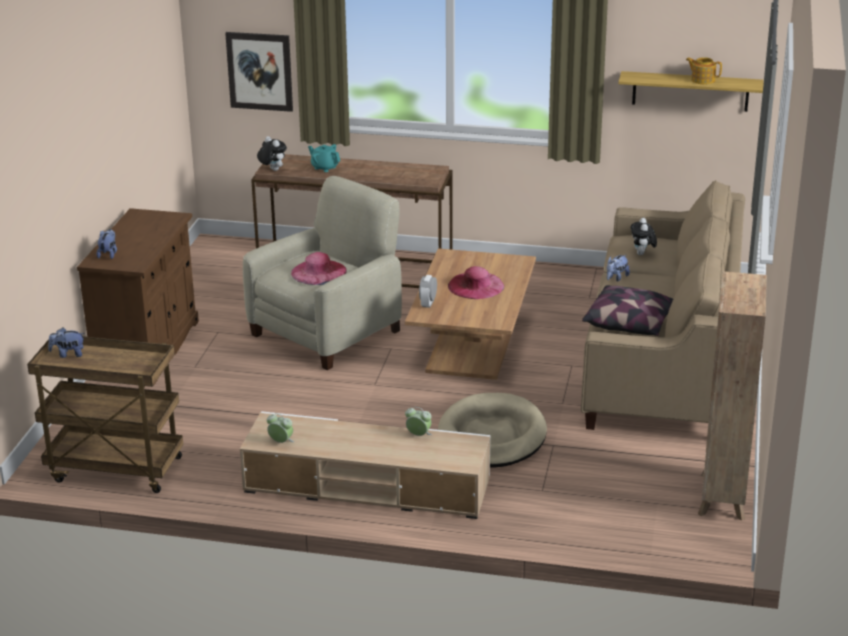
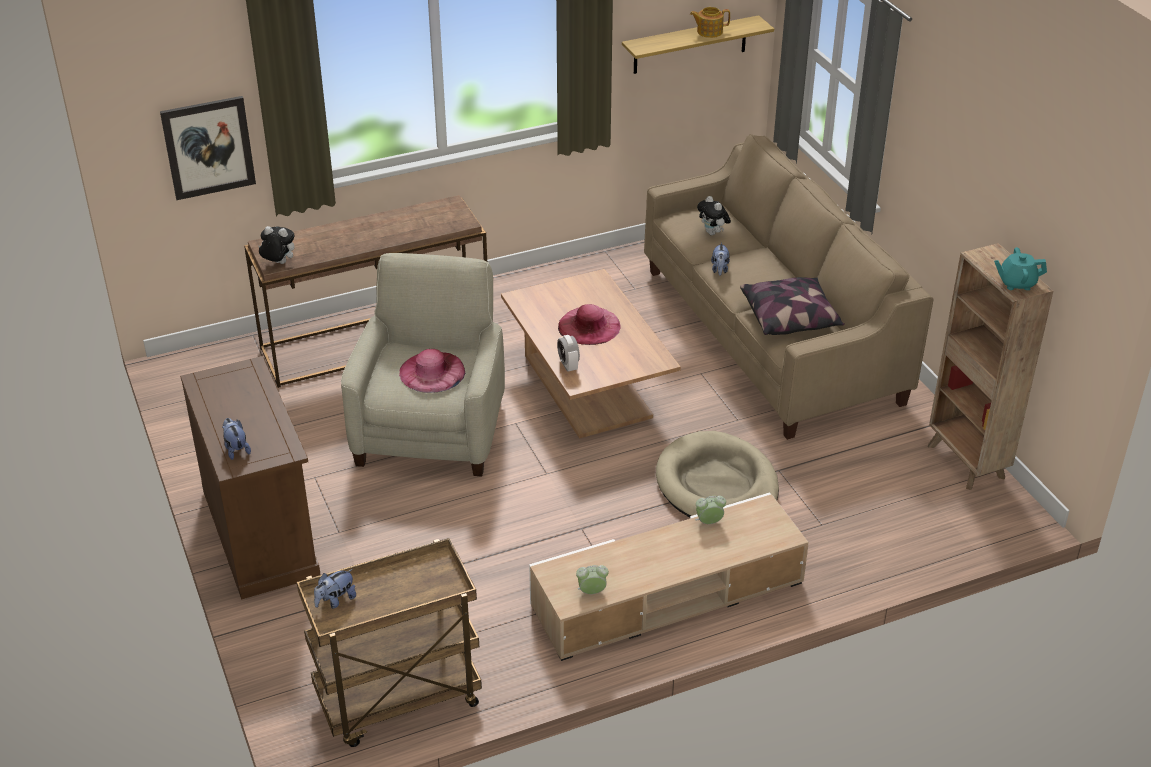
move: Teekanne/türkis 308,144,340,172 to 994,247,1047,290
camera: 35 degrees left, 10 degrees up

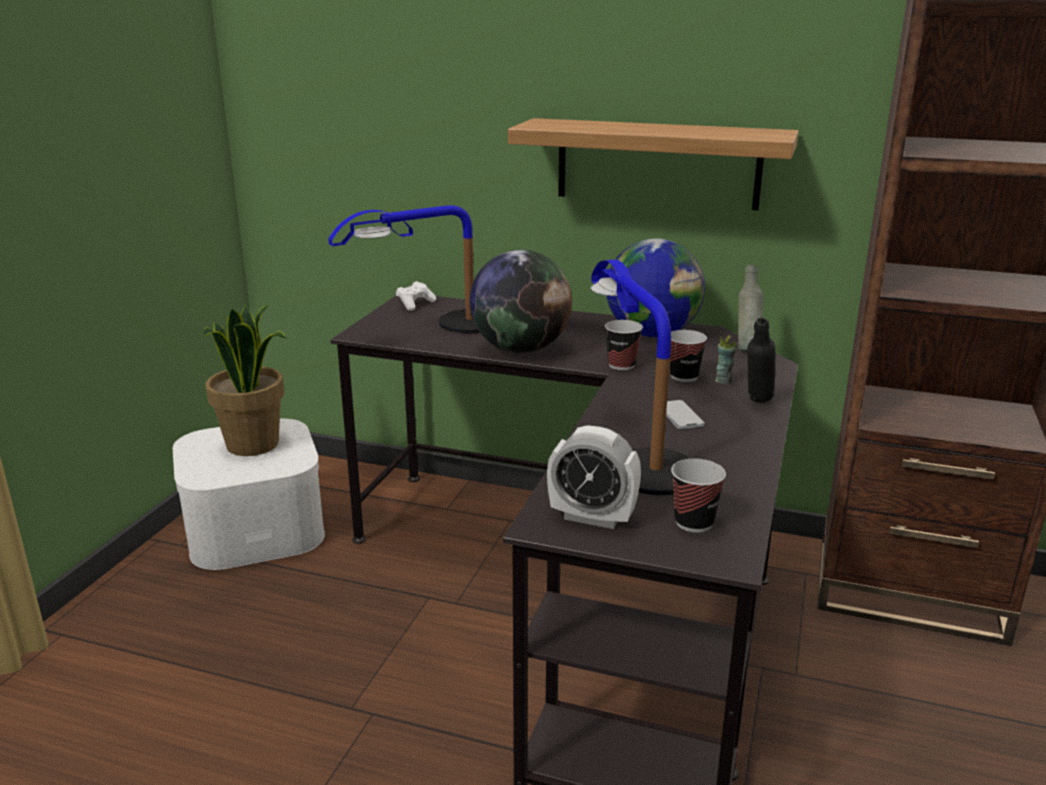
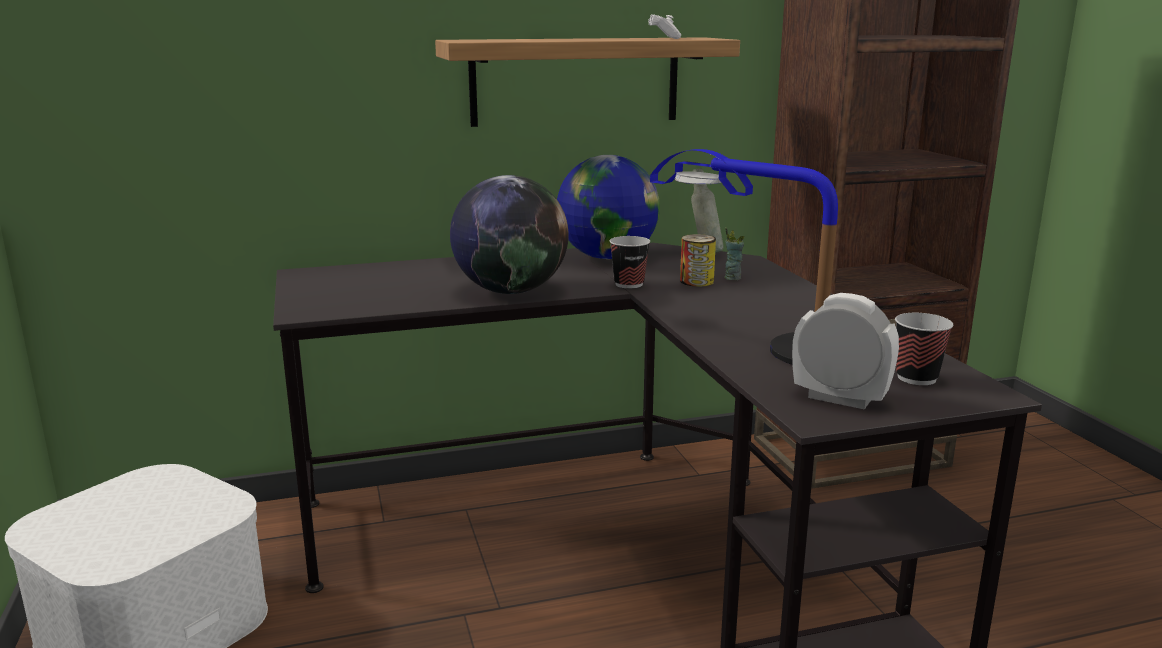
delete: Topfpflanze 201,305,287,456; Tischlampe 328,205,480,333; Handy 666,400,705,429; Flasche/schwarz 747,318,776,403
move: Gamepad/weiß 396,281,436,311 to 648,14,681,39
replace: Tasse 670,330,707,382 to Dose 680,234,716,287
rotate: Wecker 547,425,641,529 = 792,293,899,410 135 degrees counterclockwise
camera: 35 degrees left, 5 degrees down

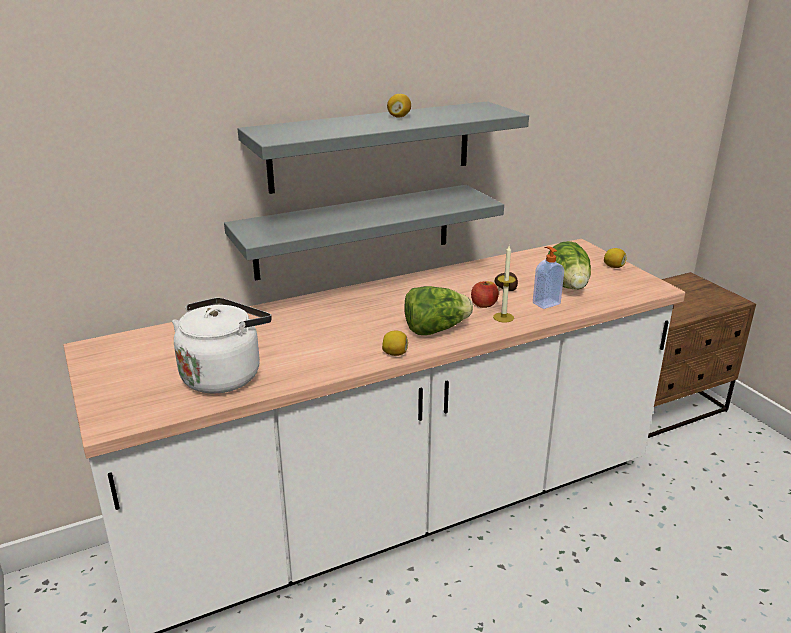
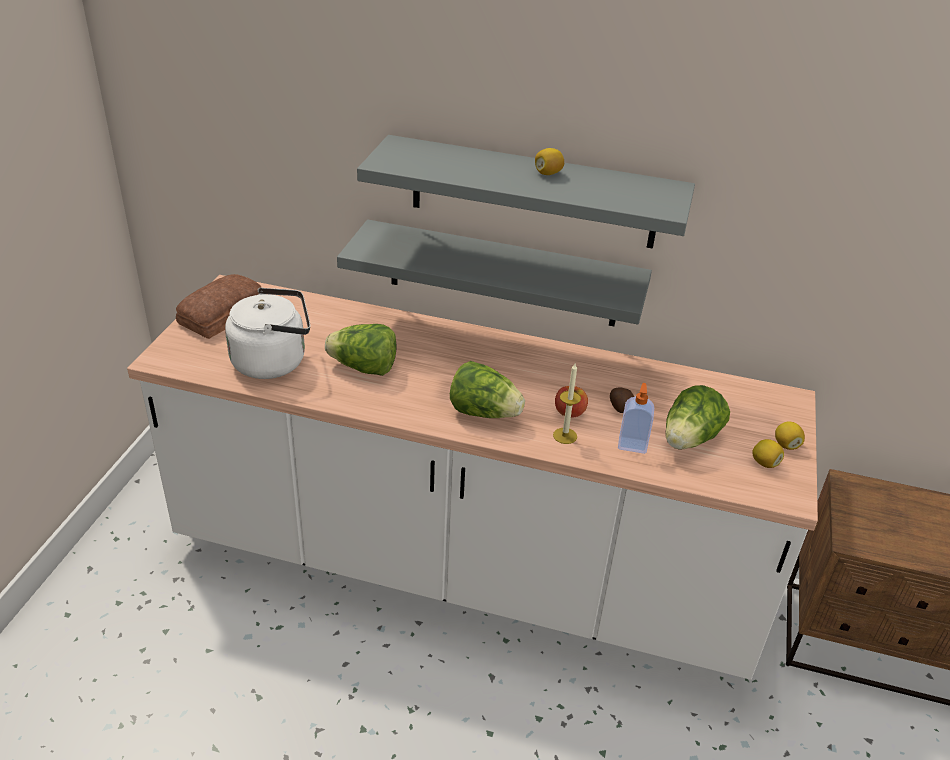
insert: Brot 176,274,261,339; Salatkopf 325,324,397,376
move: Zitrone 382,331,408,356 to 752,439,784,468
camera: 40 degrees right, 10 degrees up

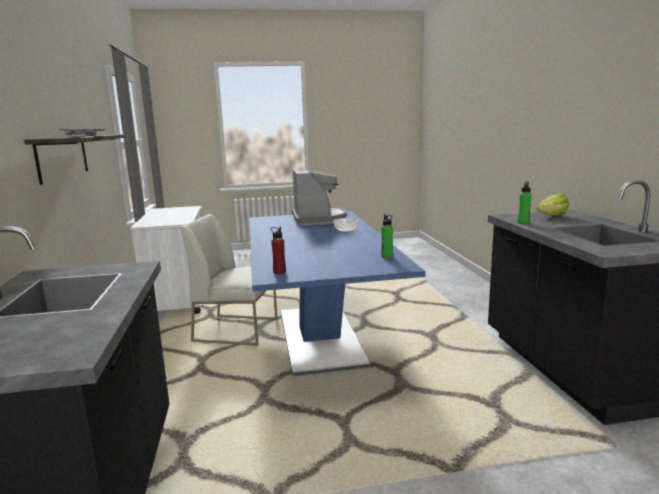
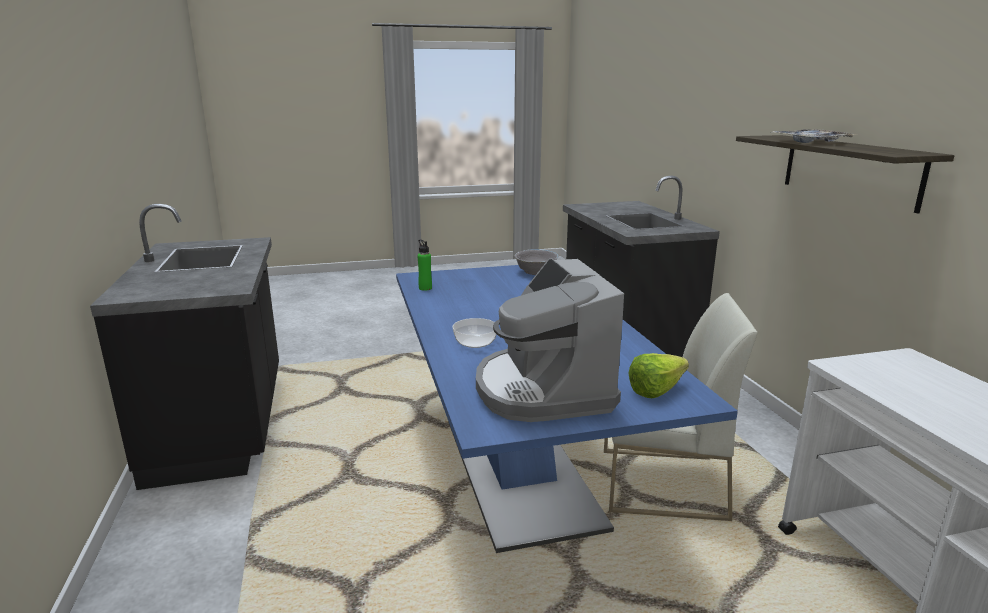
delete: Flasche/grün 518,181,532,224
move: Salatkopf 536,193,569,216 to 628,353,689,398
replace: Flasche/rot 271,226,286,274 to Schüssel/grau 514,249,559,275
camera: 175 degrees right, 5 degrees up

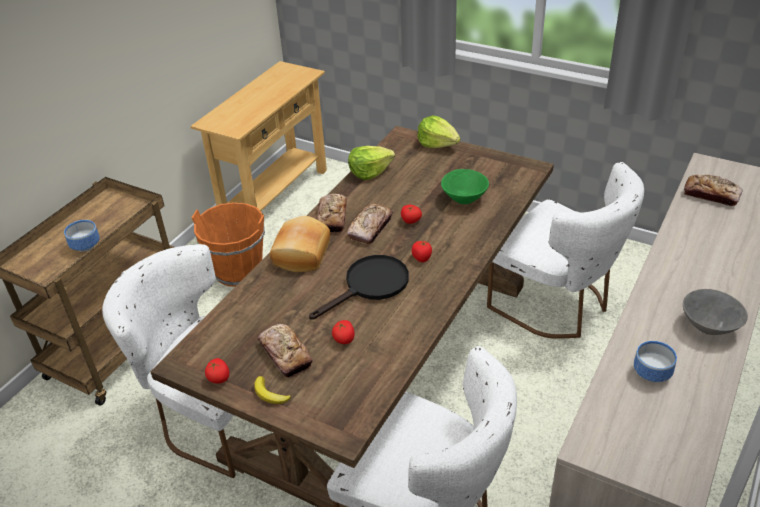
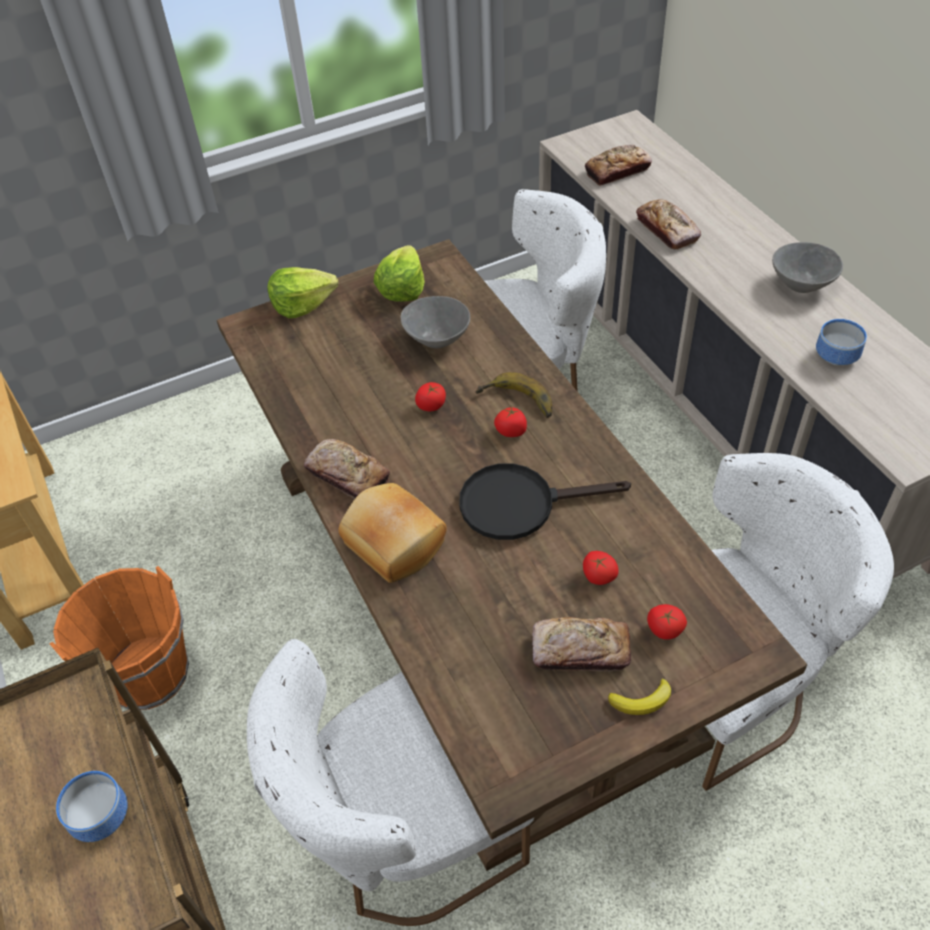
insert: Banane 475,372,552,418
move: Tomate 205,358,229,383 to 647,604,687,640; Brot 347,203,393,244 to 636,200,701,250; Salatkopf 348,146,395,180 to 374,245,425,302
recolor: Schüssel/grün 441,169,489,204 to Schüssel/grau 401,296,470,348
rotate: Pfanne/schwarz 309,255,409,320 = 459,463,631,540 90 degrees counterclockwise
camera: 55 degrees left, 10 degrees up

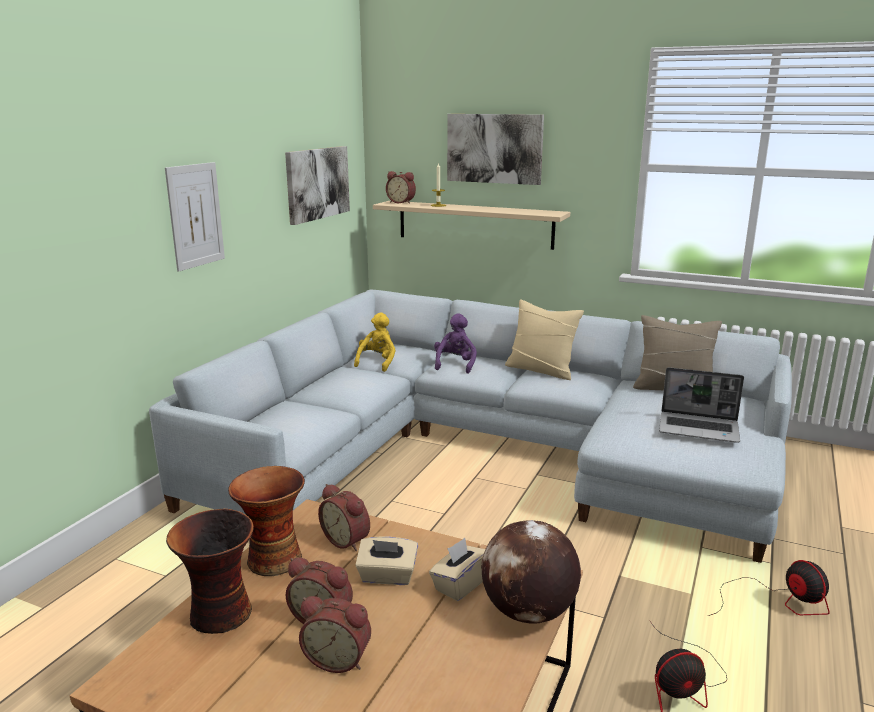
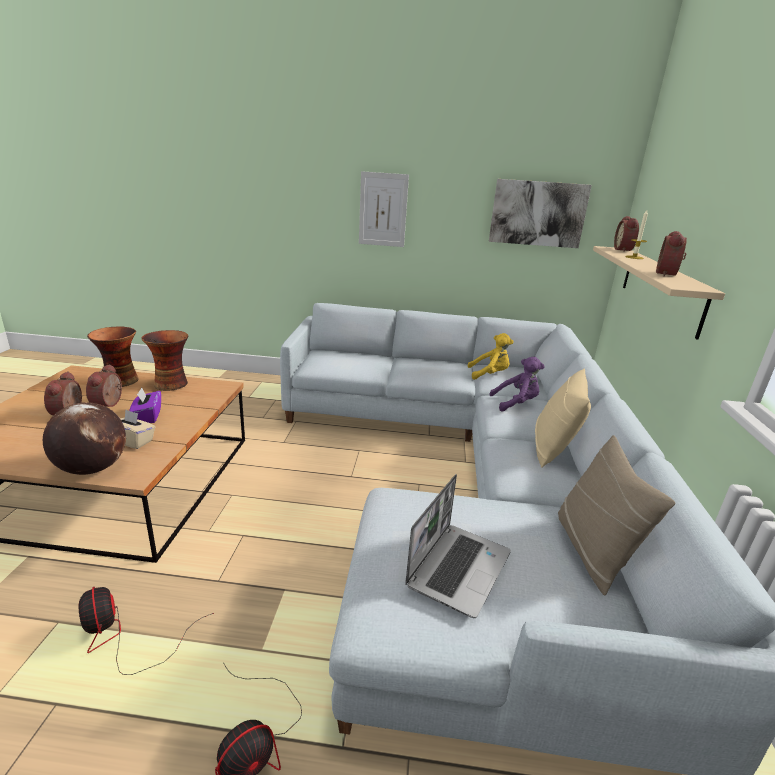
delete: Bild 447,114,544,185
move: Wecker 318,484,370,551 to 656,231,687,276
recolor: Taschentuchbox/beige 355,537,418,585 to Taschentuchbox/lila 129,388,161,423
rotate: Laptop 659,367,744,443 = 405,474,511,618 150 degrees counterclockwise
camera: 70 degrees right, 5 degrees up

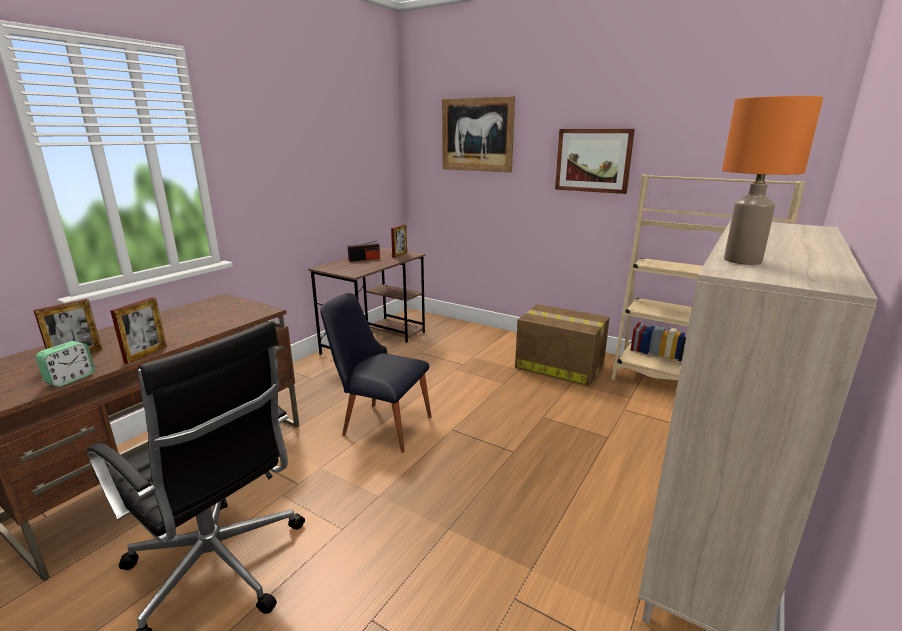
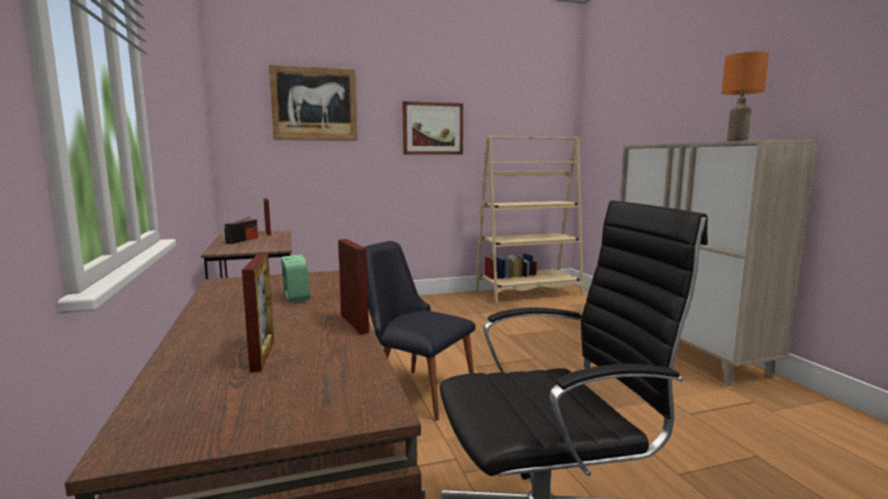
delete: Karton 515,304,610,386
move: Wecker 36,341,95,387 to 281,255,310,302
rotate: Stuhl/schwarz 320,293,432,453 = 364,241,476,421 60 degrees clockwise
camera: 50 degrees left, 10 degrees down

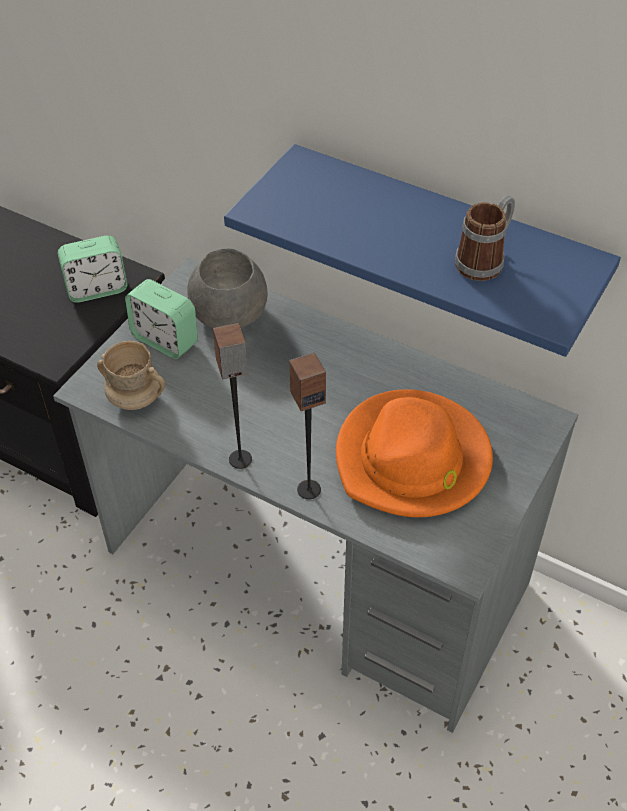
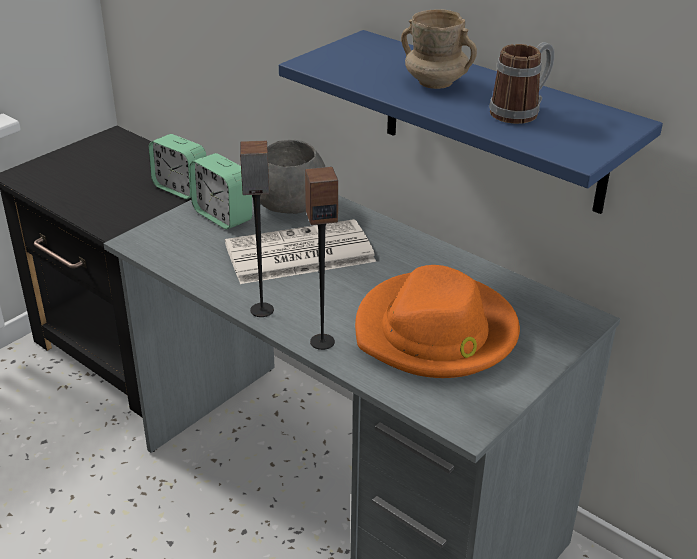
insert: Zeitung 225,219,376,284
move: Henkelbecher/beige 97,341,165,410 to 401,9,477,89
rotate: Wecker 58,235,127,303 = 149,134,206,199 45 degrees clockwise
camera: 10 degrees right, 15 degrees down

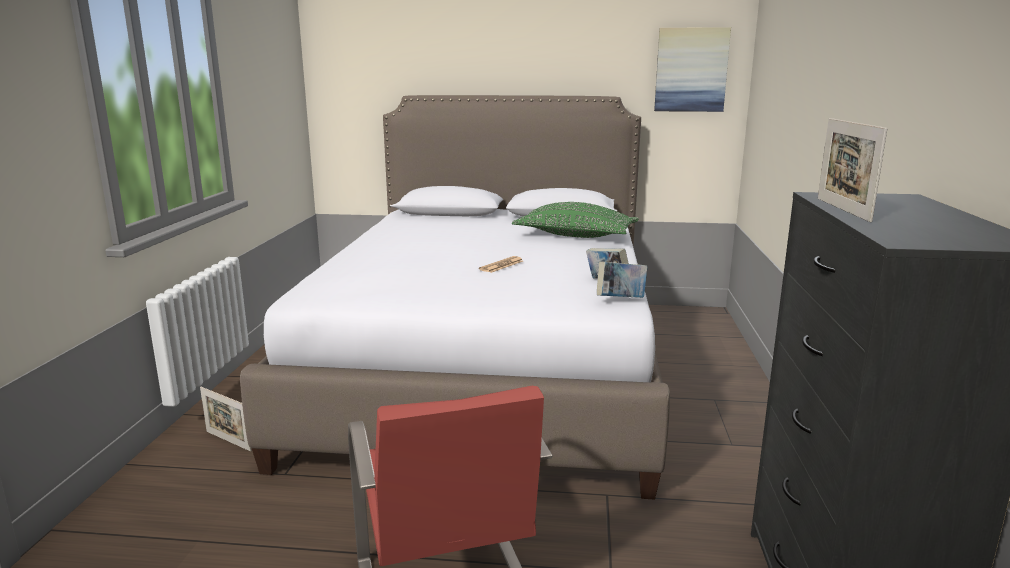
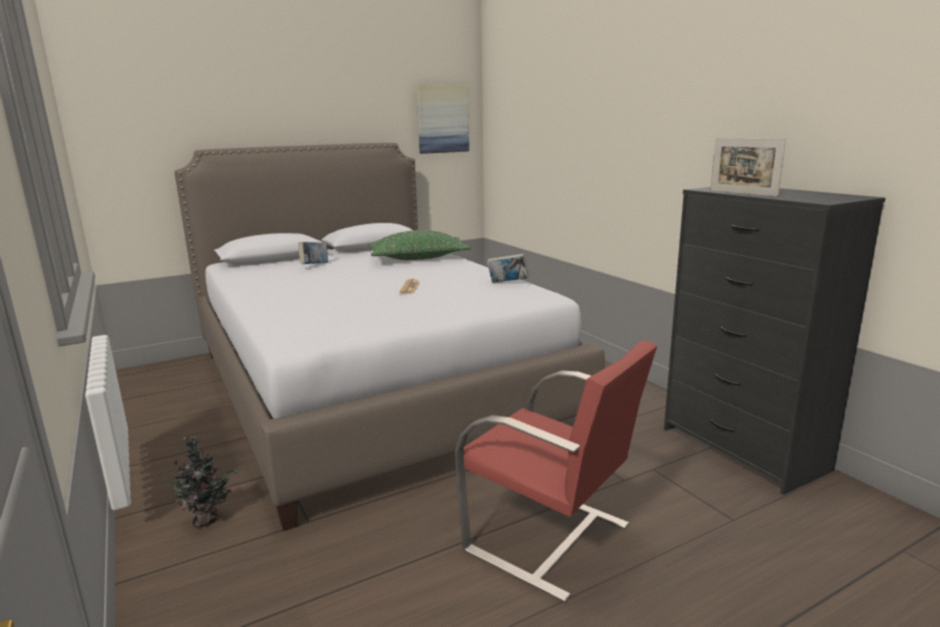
move: Buch 597,261,648,298 to 298,242,328,264
replace: Bilderrahmen 200,387,251,451 to Topfpflanze 159,436,237,527
camera: 35 degrees left, 0 degrees up

